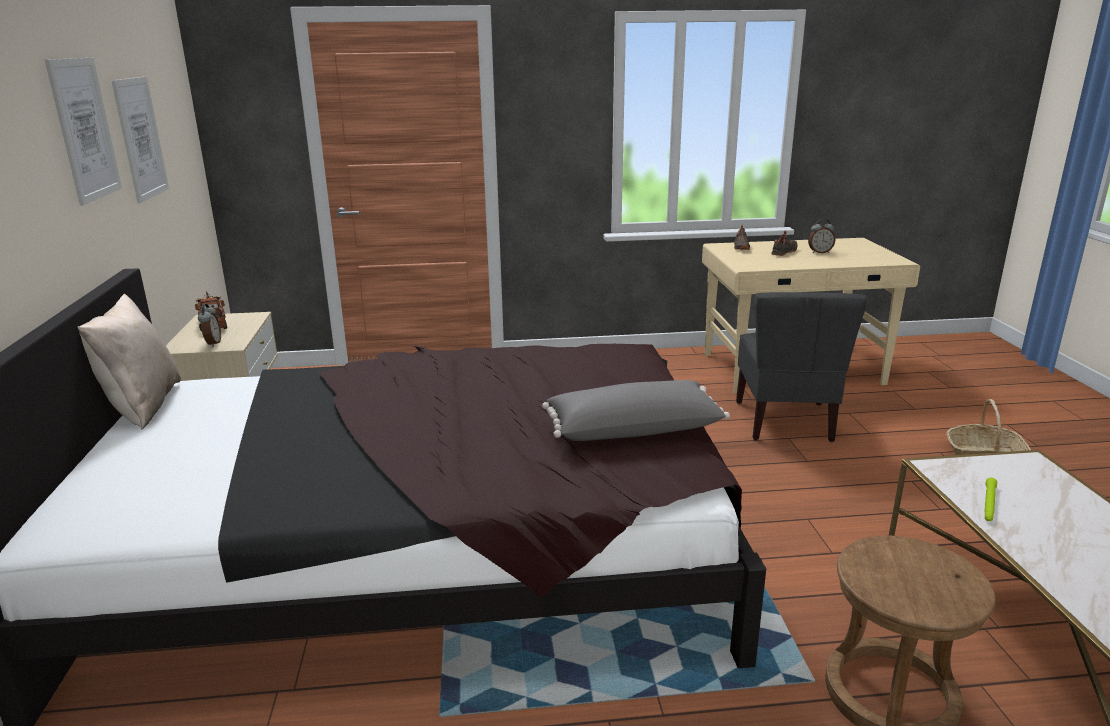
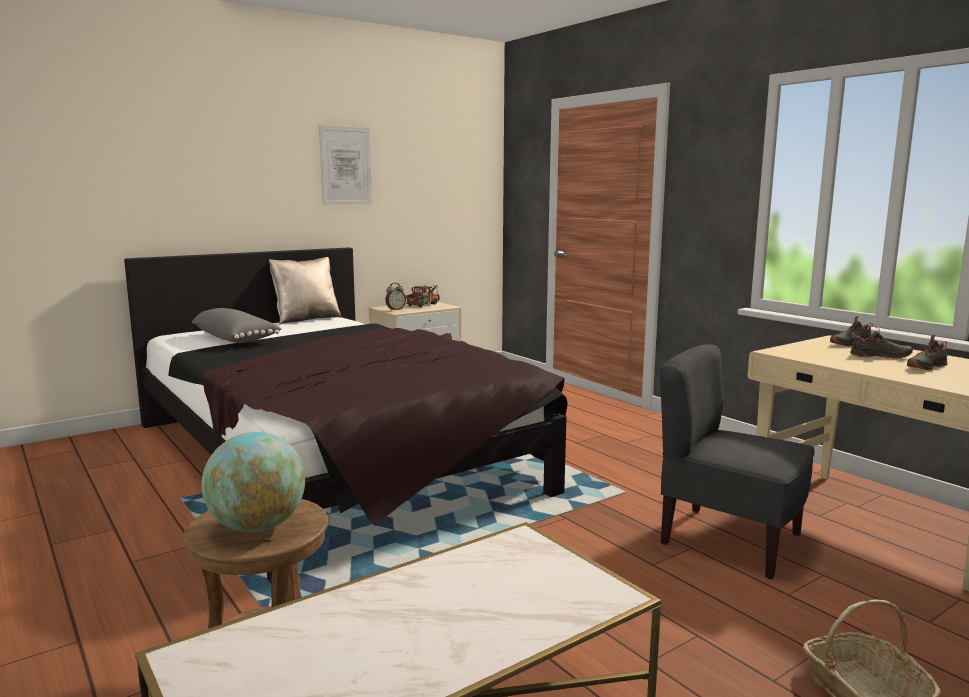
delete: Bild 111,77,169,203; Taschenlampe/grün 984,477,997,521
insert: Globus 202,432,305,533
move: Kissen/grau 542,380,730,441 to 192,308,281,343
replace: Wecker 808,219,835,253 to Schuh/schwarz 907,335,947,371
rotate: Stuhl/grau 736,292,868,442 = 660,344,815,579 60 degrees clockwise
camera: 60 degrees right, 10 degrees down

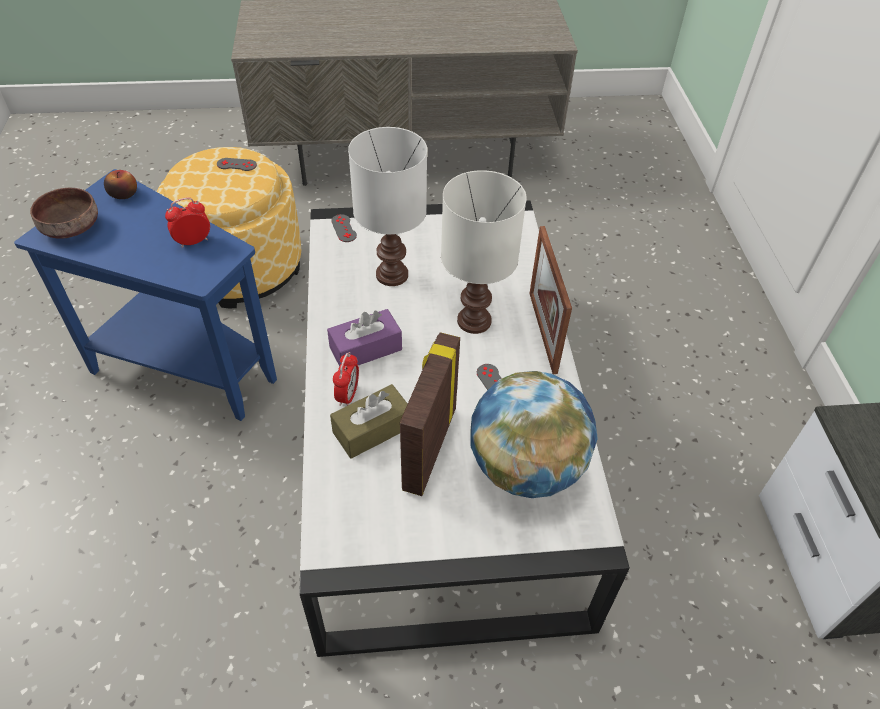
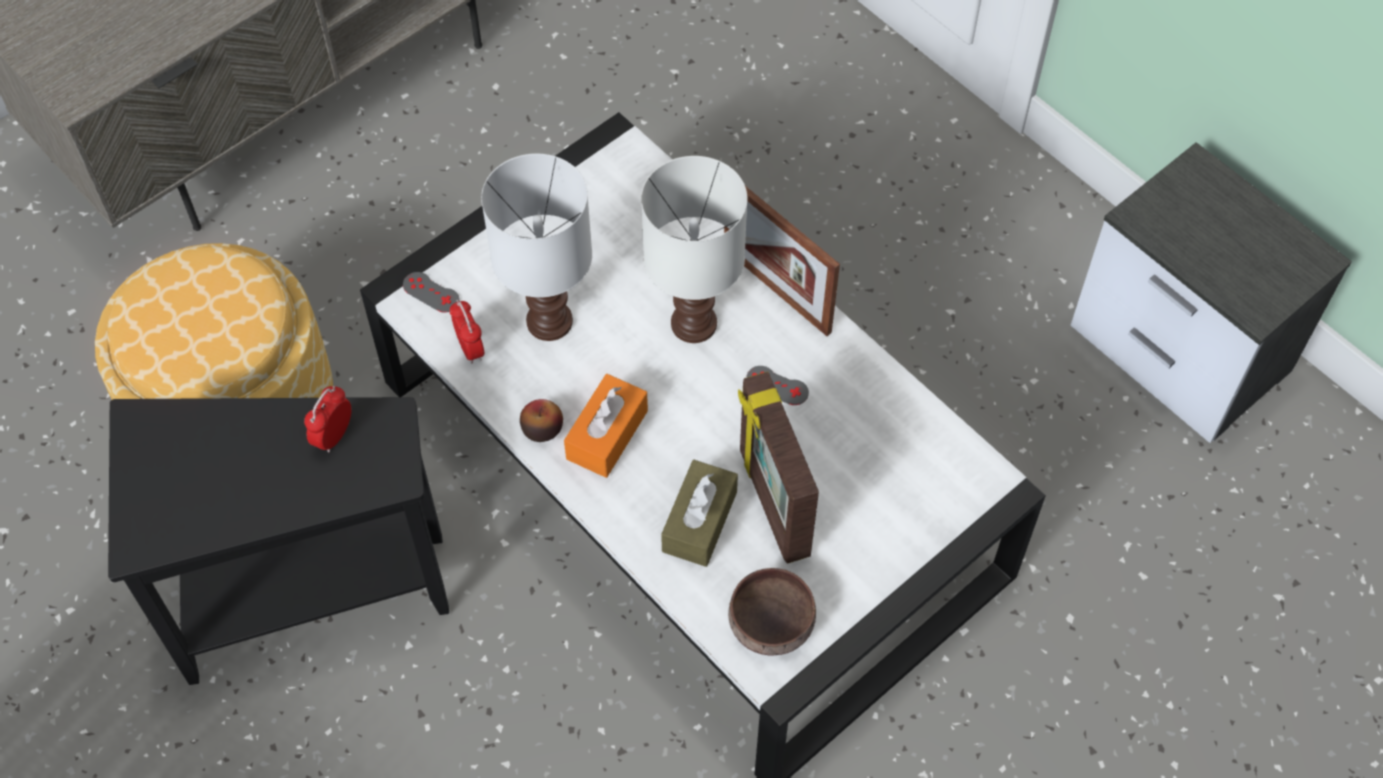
delete: Gamepad/grau 217,158,257,171; Globus 471,371,598,498
move: Schüssel/braun 30,188,98,239 to 728,568,816,655; Apfel 104,170,137,199 to 520,399,563,442; Wecker 333,352,359,406 to 450,300,484,364
recolor: Beistelltisch/blau 14,169,277,421 to Beistelltisch/schwarz 108,397,449,685; Taschentuchbox/lila 327,309,402,366 to Taschentuchbox/orange 564,374,648,478
camera: 35 degrees left, 10 degrees up

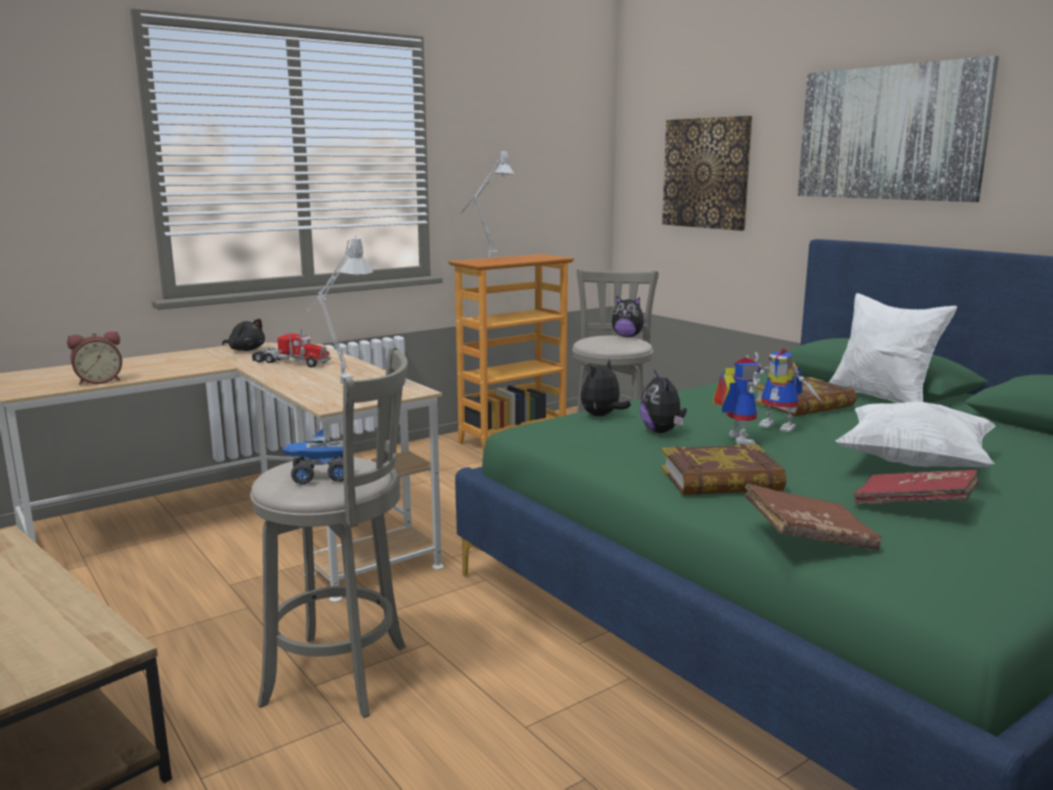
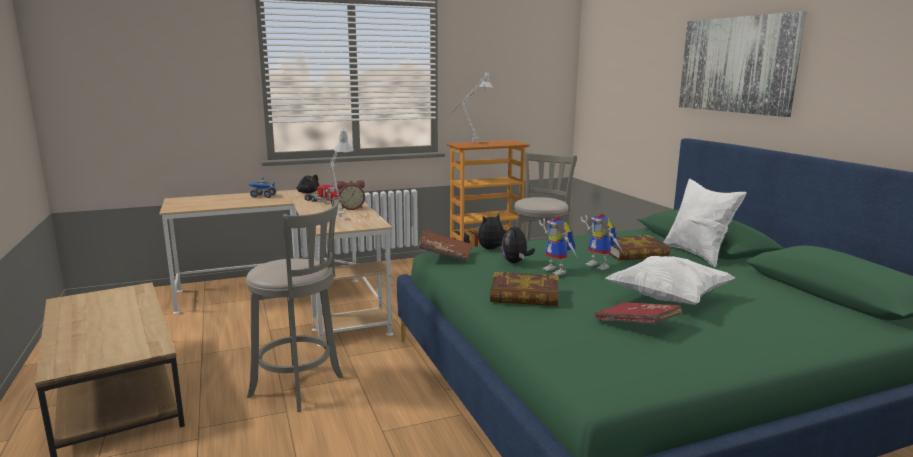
delete: Plüschtier 612,296,649,337; Bild 662,116,752,231
move: Wecker 67,331,122,385 to 337,180,365,210; Spielzeuglaster 282,428,354,484 to 249,177,276,198; Buch/braun 744,483,881,551 to 418,230,472,262
rotate: Spielzeugroboter 713,358,762,445 = 539,217,577,275 135 degrees clockwise
camera: 15 degrees right, 0 degrees up

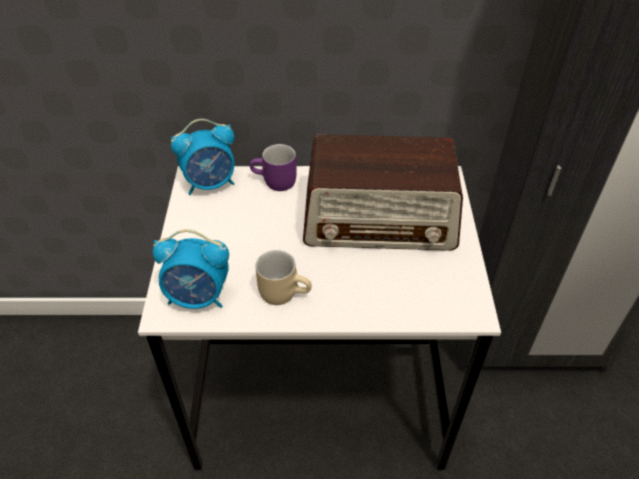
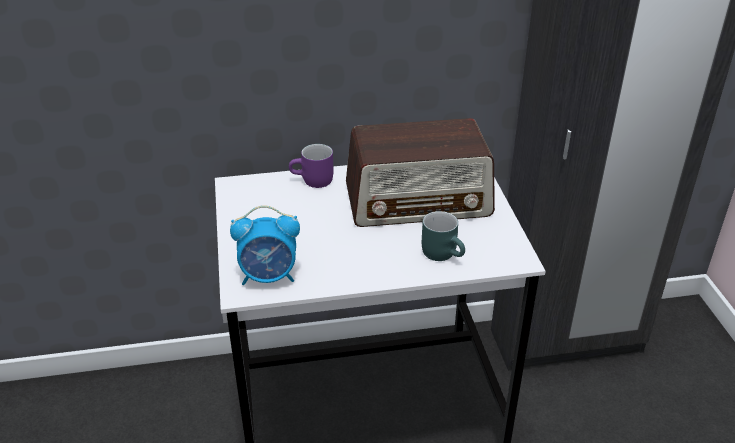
delete: Wecker 171,119,235,195; Henkelbecher/beige 255,250,312,305
insert: Henkelbecher/türkis 422,211,465,261
camera: 10 degrees left, 10 degrees down

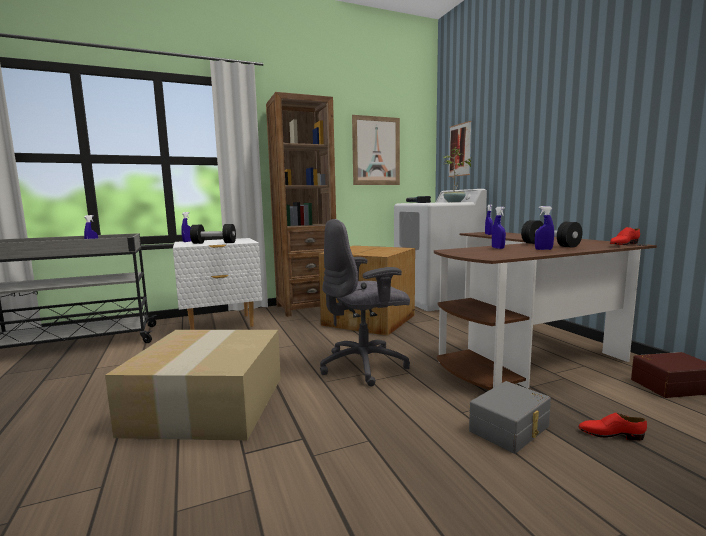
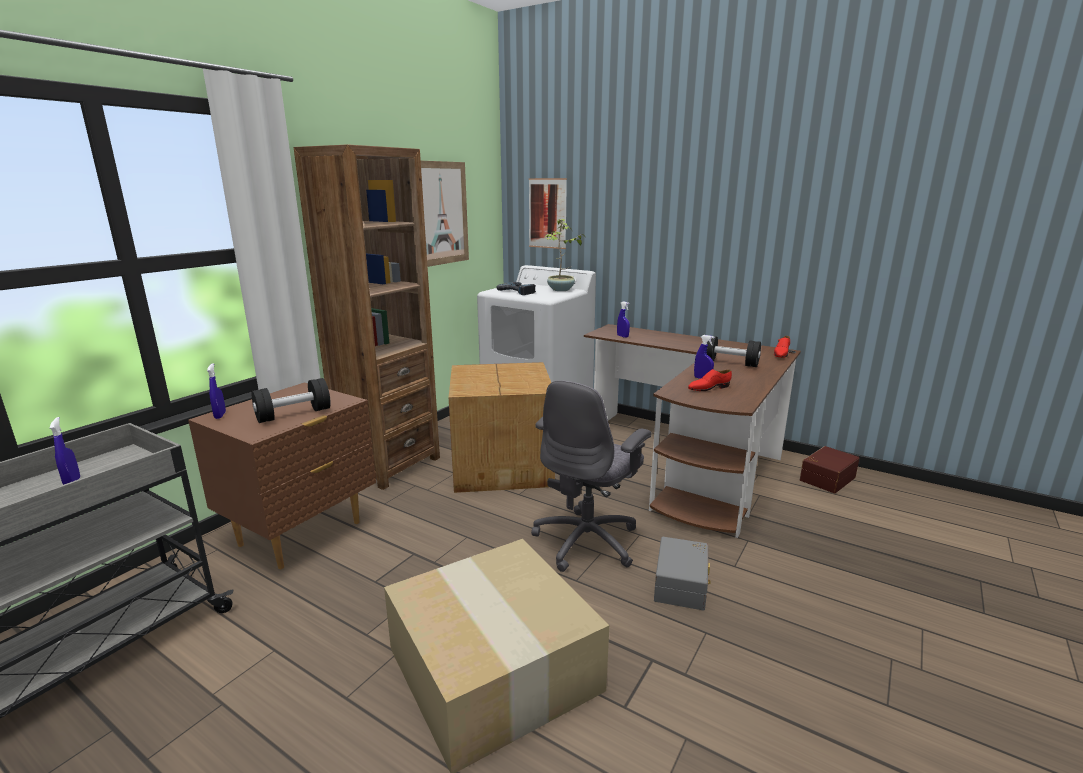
delete: Sprühflasche/blau 535,206,554,250
move: Aufbewahrungsbox/grau 469,381,551,454 to 654,537,711,610; Schuh/rot 578,413,647,441 to 688,369,732,391
recolor: Nachttisch/weiß 173,238,262,330 to Nachttisch/braun 188,382,376,569
camera: 35 degrees left, 10 degrees up

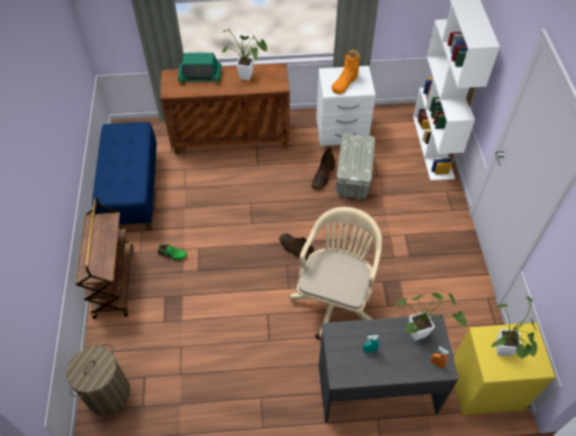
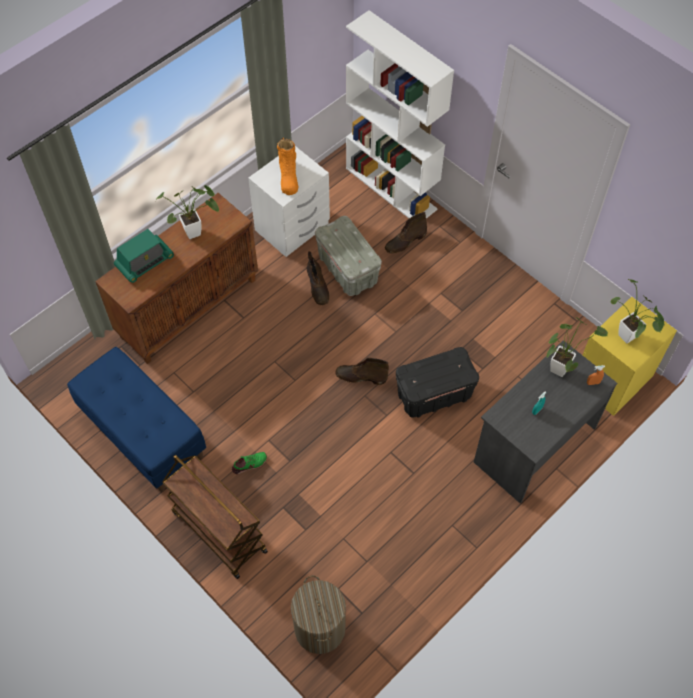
insert: Stiefel/braun 385,212,427,254
replace: Bürostuhl/beige 290,207,382,340 to Aufbewahrungsbox/schwarz 396,347,479,418
camera: 40 degrees left, 5 degrees up

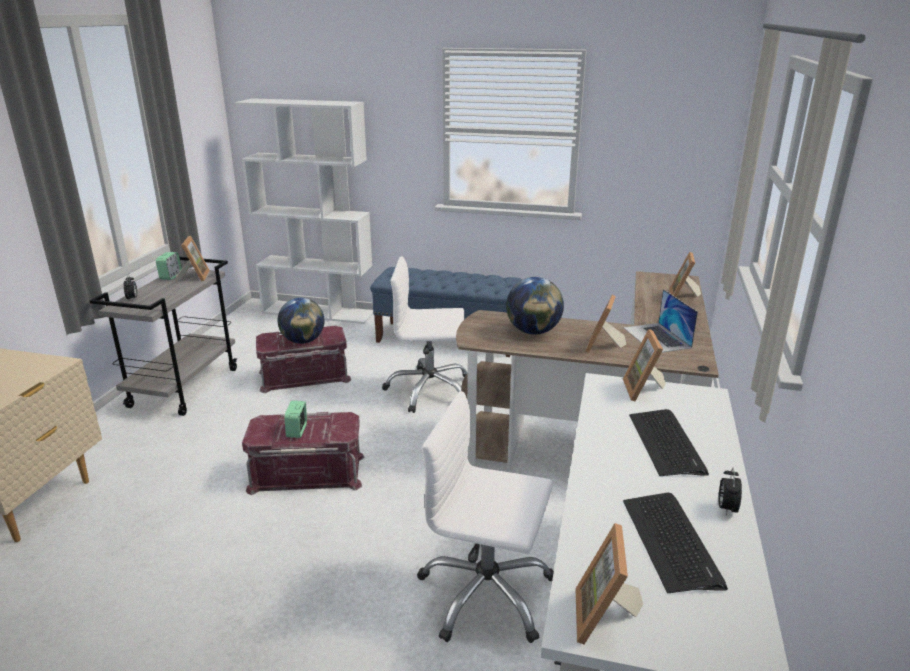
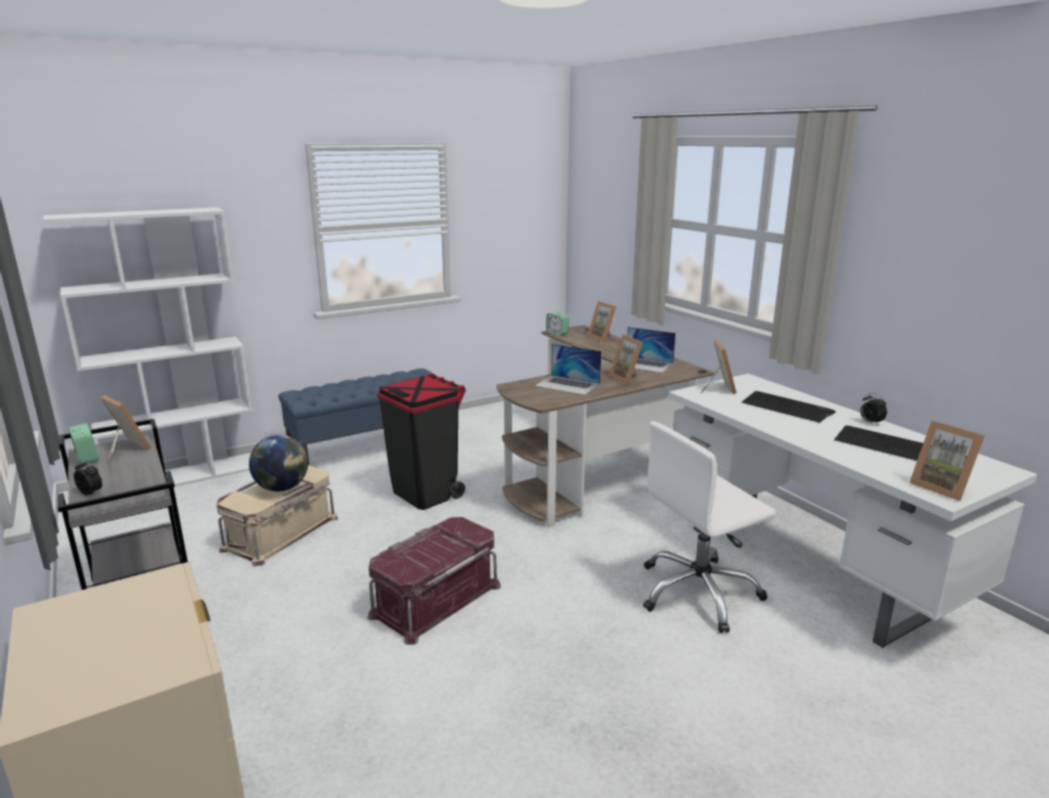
move: Wecker 285,401,307,438 to 546,312,569,336
replace: Bürostuhl/weiß 382,256,468,413 to Mülleimer/schwarz 377,373,466,510; Globus 506,277,564,334 to Laptop 535,344,601,395
recolor: Aufbewahrungsbox/rot 256,326,351,393 to Aufbewahrungsbox/beige 217,465,338,567
rotate: Bilderrahmen 623,329,666,401 = 701,340,737,394 135 degrees counterclockwise
camera: 45 degrees left, 5 degrees down

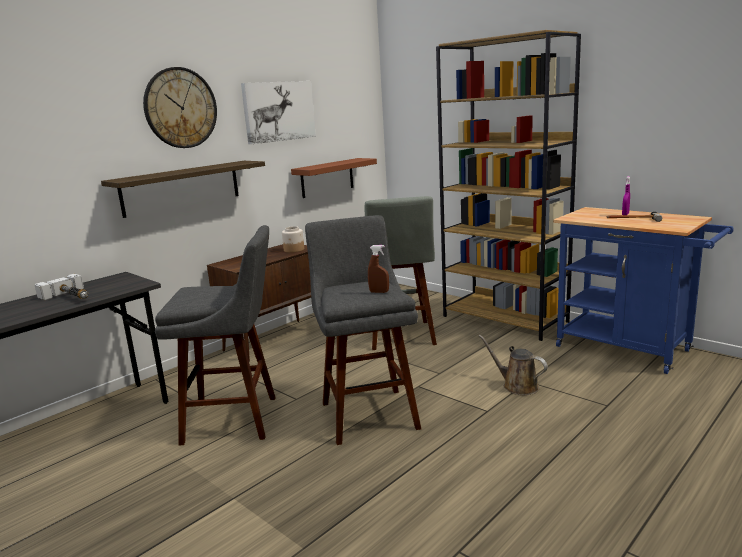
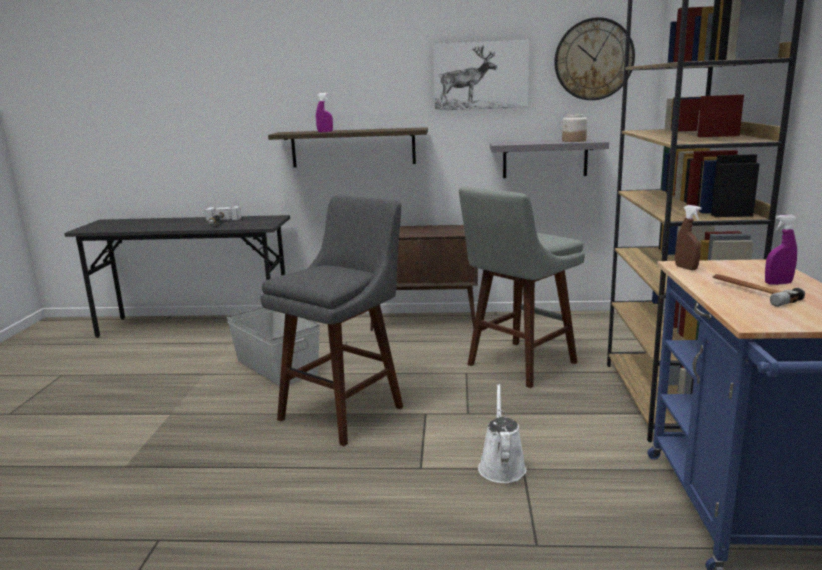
insert: Sprühflasche/lila 316,93,333,132
move: Wanduhr 143,67,217,148 to 554,17,635,100; Vorratsglas 282,226,304,253 to 562,114,587,142; Sprühflasche/braun 368,245,389,293 to 675,205,702,270
replace: Hocker/grau 155,225,276,446 to Aufbewahrungsbox/grau 226,307,320,386
recolor: Wandregal/braun 291,158,377,198 to Wandregal/grau 490,139,609,178; Gießkanne/braun 479,335,548,395 to Gießkanne/weiß 478,384,527,483
camera: 50 degrees right, 0 degrees up

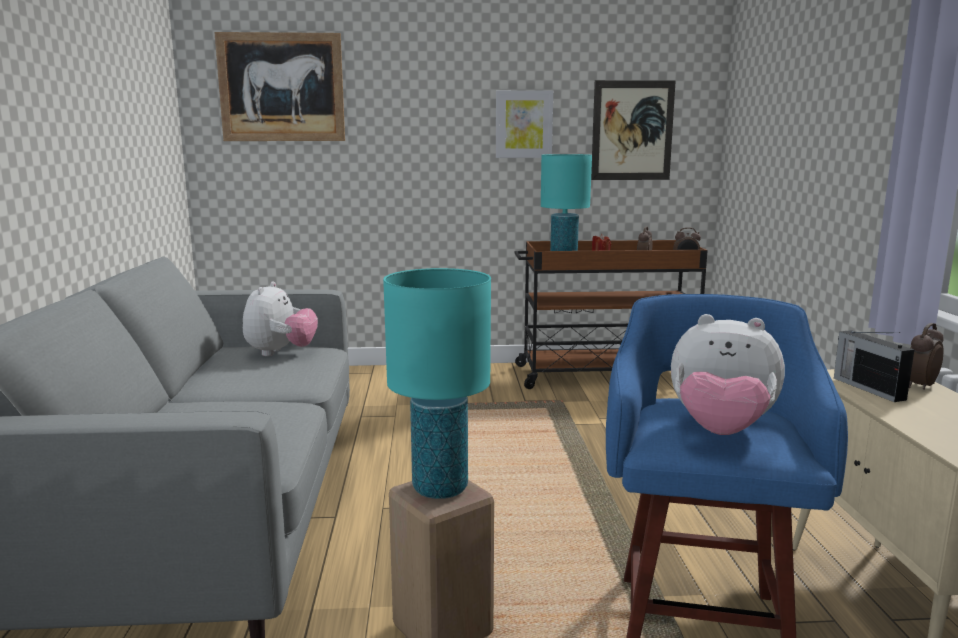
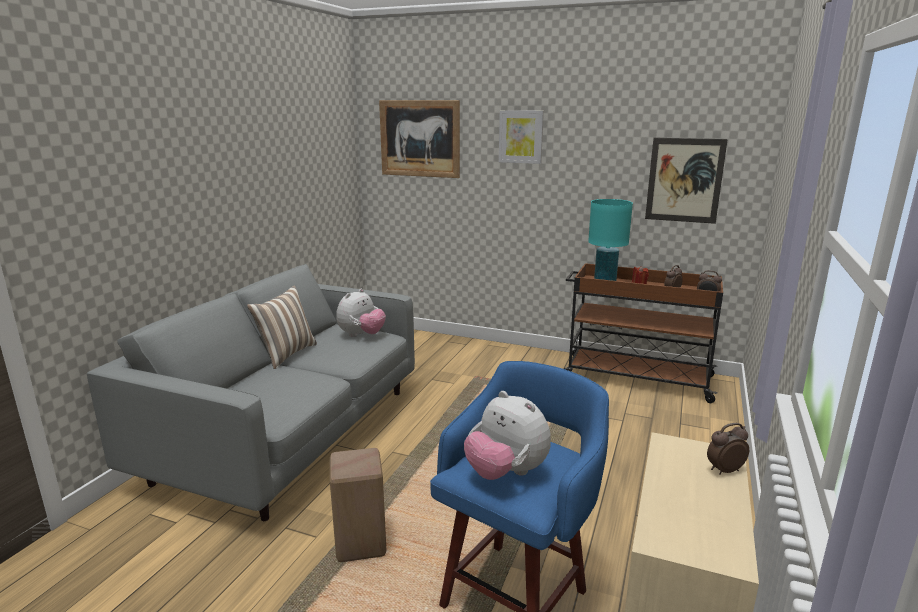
delete: Tischlampe/türkis 383,268,491,499; Radio 834,330,914,402
insert: Kissen 247,286,317,369
move: Bild 496,90,553,158 to 499,110,544,164
camera: 25 degrees right, 5 degrees up

